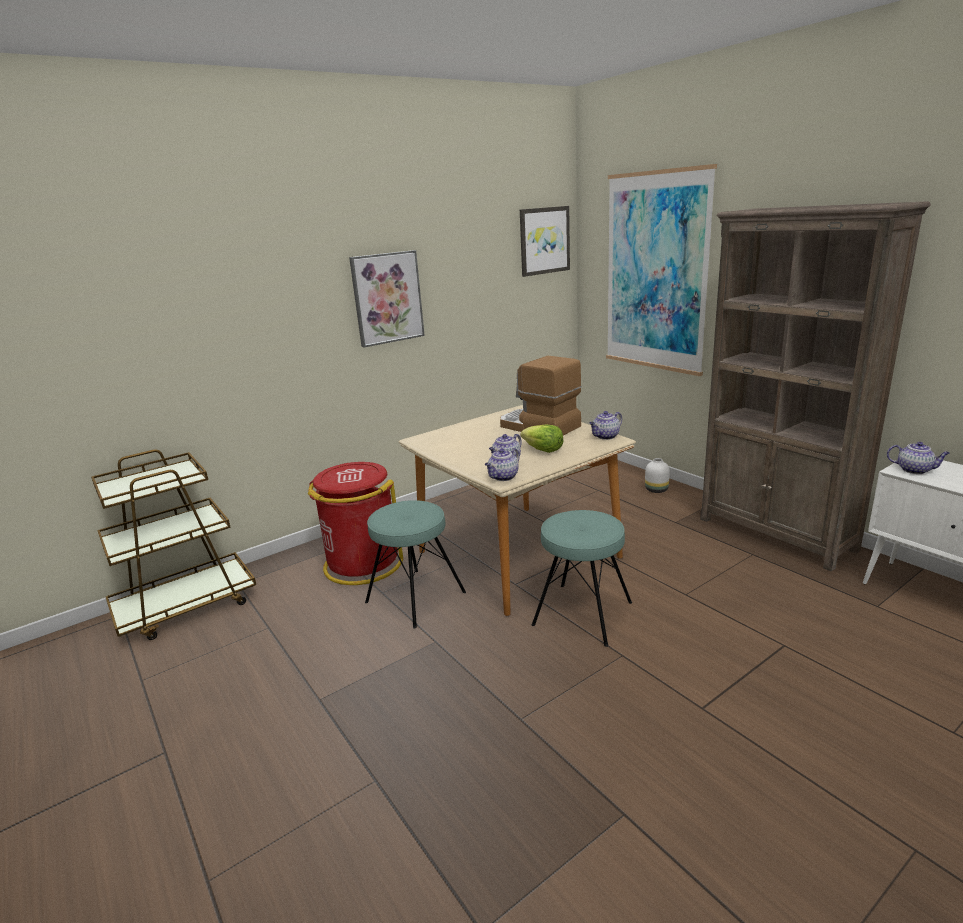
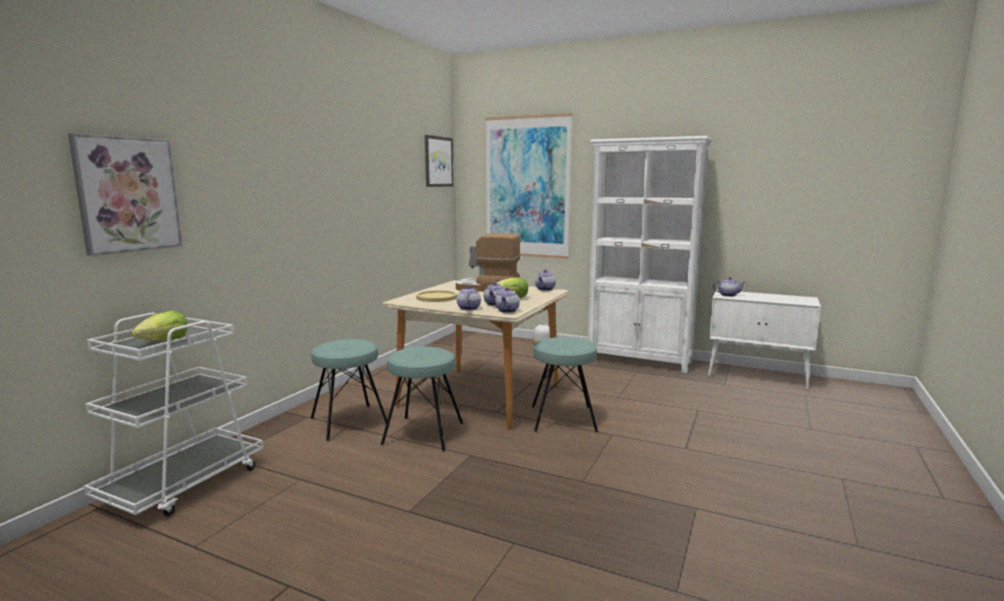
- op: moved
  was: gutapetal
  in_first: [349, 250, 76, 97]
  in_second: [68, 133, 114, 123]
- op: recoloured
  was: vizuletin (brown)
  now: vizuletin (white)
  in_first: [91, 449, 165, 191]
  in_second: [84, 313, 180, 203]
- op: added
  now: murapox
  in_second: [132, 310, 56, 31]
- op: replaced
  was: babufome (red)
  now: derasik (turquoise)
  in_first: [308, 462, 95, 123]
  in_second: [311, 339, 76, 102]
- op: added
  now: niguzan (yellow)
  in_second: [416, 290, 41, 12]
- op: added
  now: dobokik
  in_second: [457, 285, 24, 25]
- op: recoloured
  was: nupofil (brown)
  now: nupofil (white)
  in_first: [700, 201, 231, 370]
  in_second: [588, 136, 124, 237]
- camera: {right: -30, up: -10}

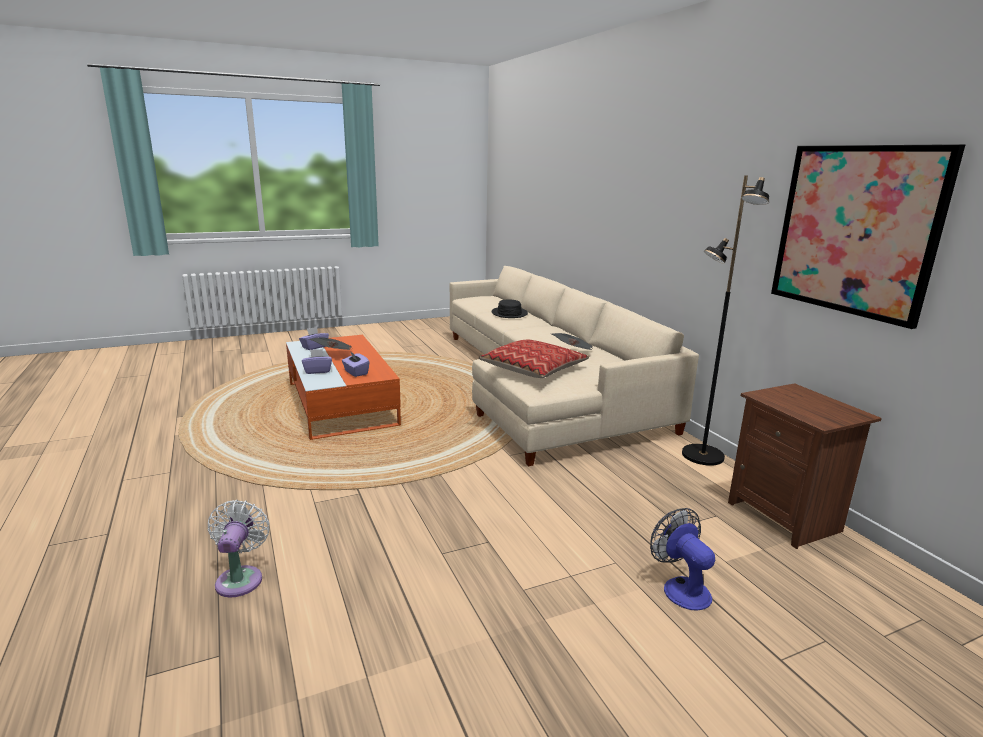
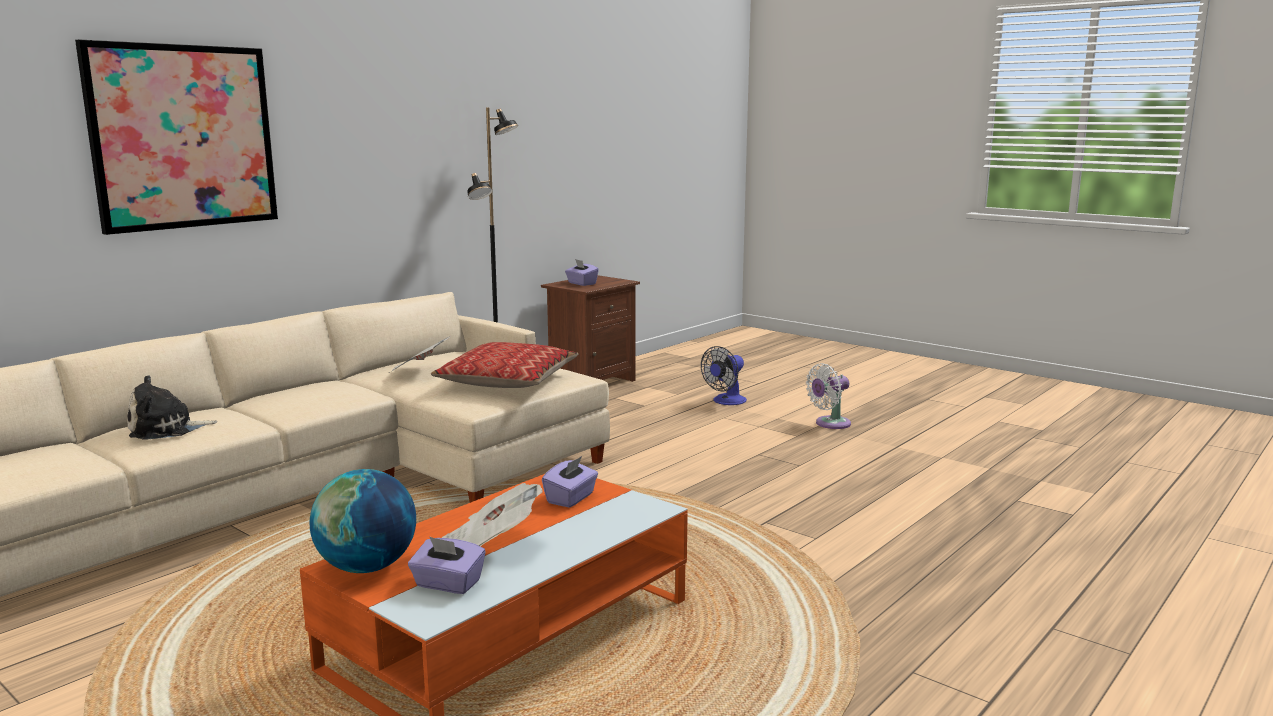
- op: moved
  was: gutapetal
  in_first: [771, 144, 194, 185]
  in_second: [75, 40, 203, 195]
- op: replaced
  was: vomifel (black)
  now: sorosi
  in_first: [492, 299, 36, 19]
  in_second: [127, 375, 90, 65]
- op: added
  now: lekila
  in_second: [310, 469, 106, 104]
- op: moved
  was: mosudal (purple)
  in_first: [302, 349, 30, 25]
  in_second: [565, 259, 34, 27]
- op: moved
  was: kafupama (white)
  in_first: [208, 500, 61, 97]
  in_second: [806, 363, 45, 66]
- camera: {right: -115, up: -5}

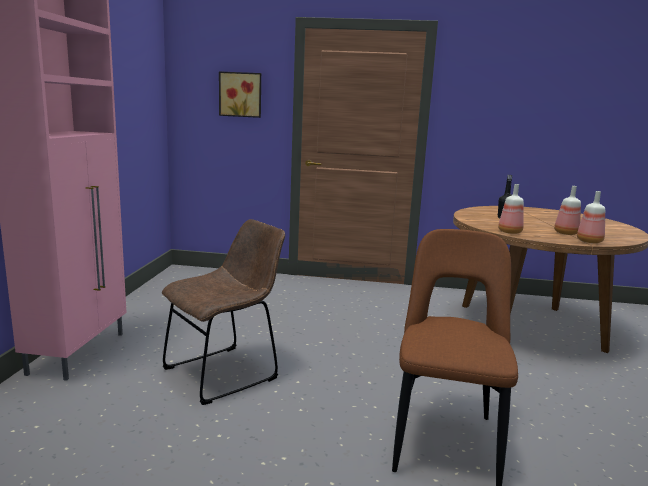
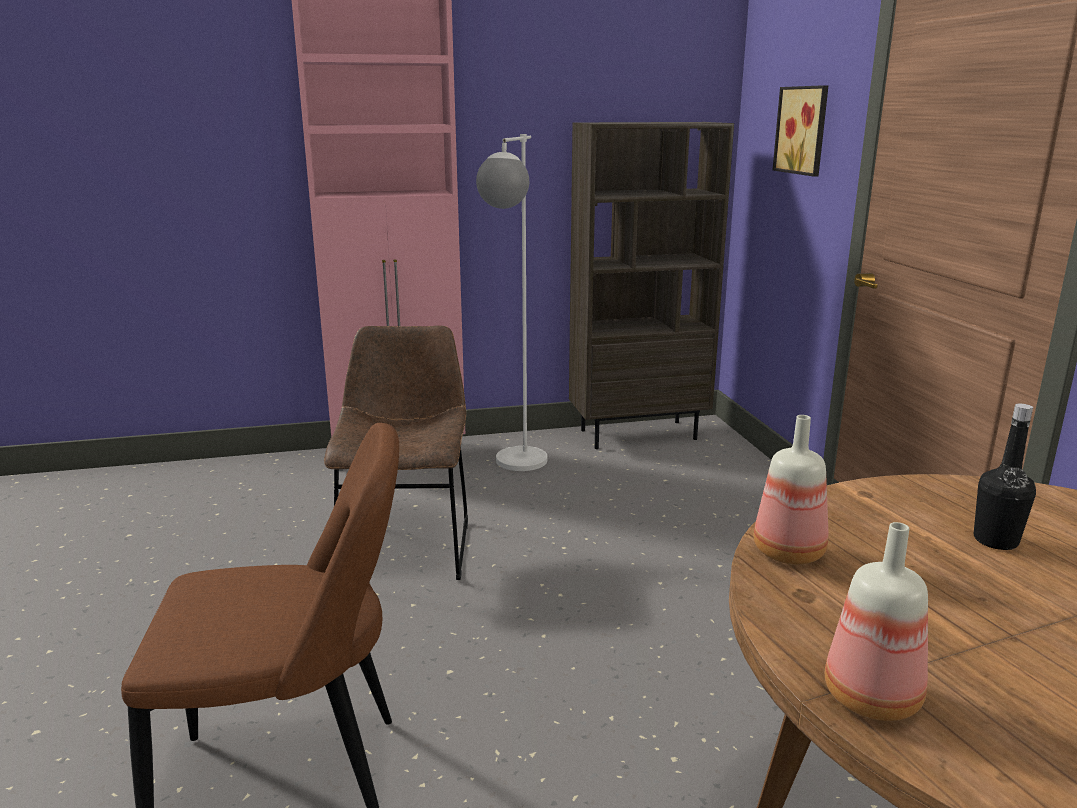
- op: turned
  was: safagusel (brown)
  in_first: [162, 219, 123, 186]
  in_second: [324, 326, 144, 254]
  clockwise: -120
- op: added
  now: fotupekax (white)
  in_second: [476, 134, 71, 337]
- op: added
  now: nupofil (brown)
  in_second: [569, 122, 165, 327]
- op: removed
  was: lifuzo
  in_first: [554, 186, 27, 49]
- camera: {right: 70, up: 5}

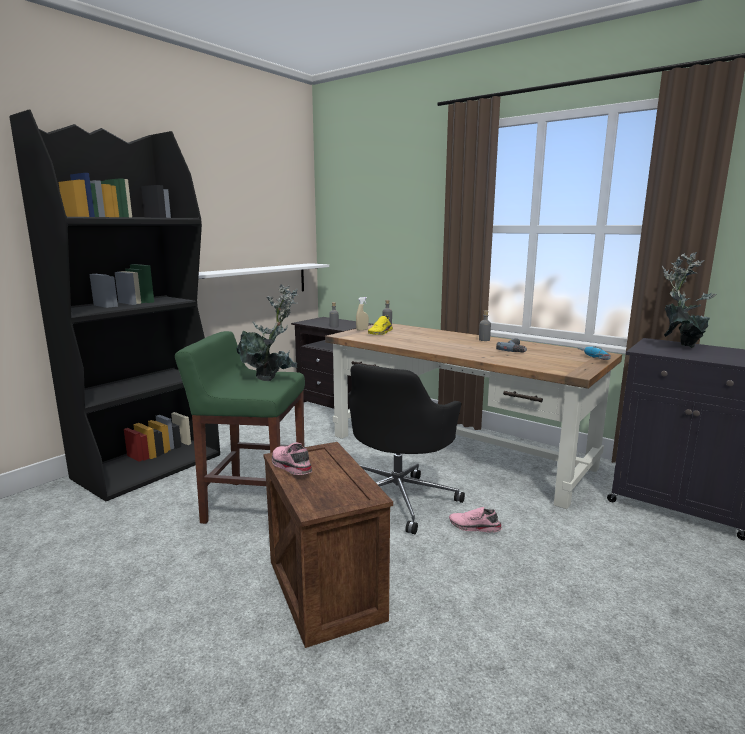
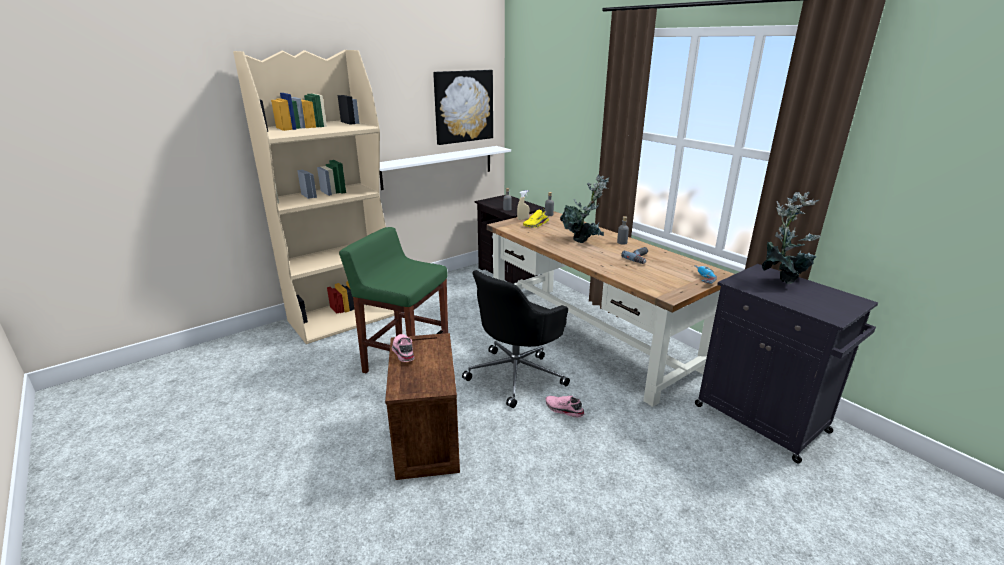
- op: recoloured
  was: nupofil (black)
  now: nupofil (beige)
  in_first: [9, 110, 211, 391]
  in_second: [233, 50, 161, 294]
- op: added
  now: gutapetal
  in_second: [433, 70, 60, 75]
- op: moved
  was: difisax
  in_first: [236, 285, 62, 96]
  in_second: [560, 175, 49, 68]
- camera: {right: 15, up: 10}

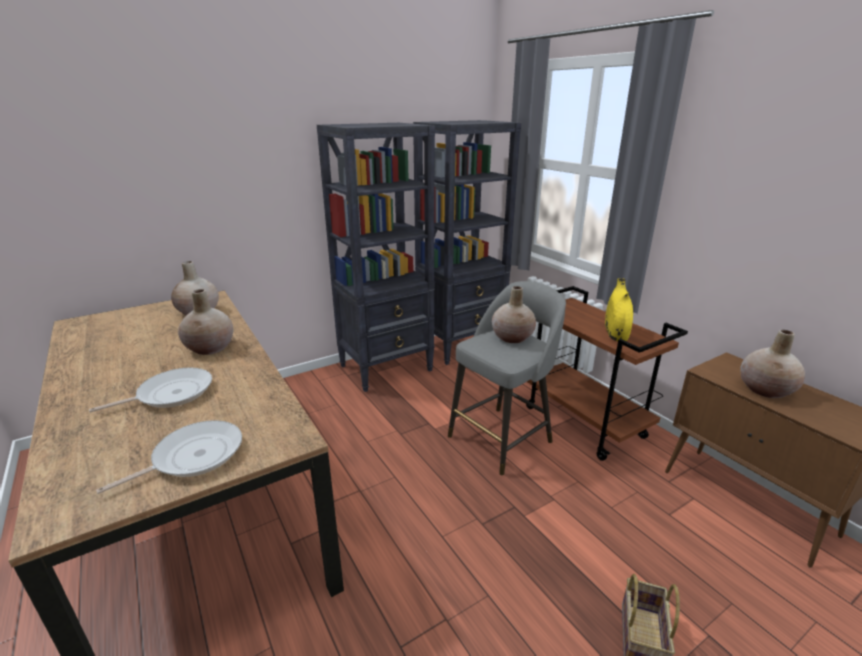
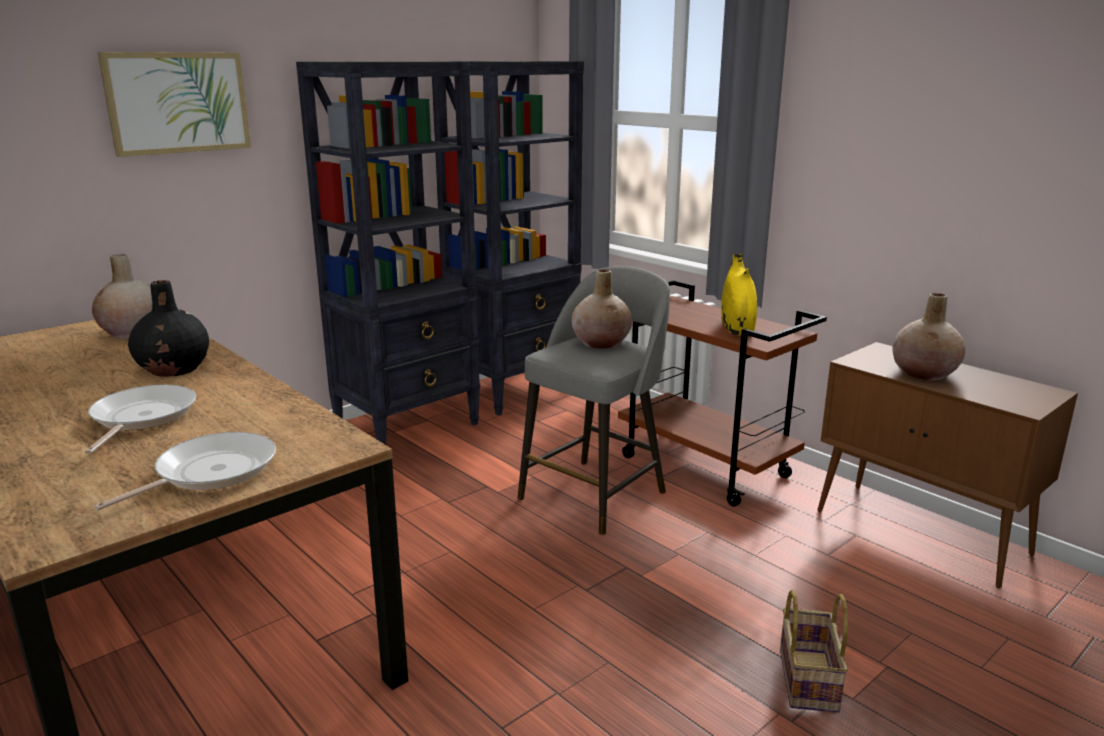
- op: turned
  was: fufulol
  in_first: [89, 368, 123, 44]
  in_second: [85, 385, 111, 69]
  clockwise: -45
- op: added
  now: gutapetal
  in_second: [97, 52, 154, 105]
- op: recoloured
  was: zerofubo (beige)
  now: zerofubo (black)
  in_first: [178, 289, 56, 66]
  in_second: [128, 280, 81, 97]
- camera: {right: -10, up: -5}

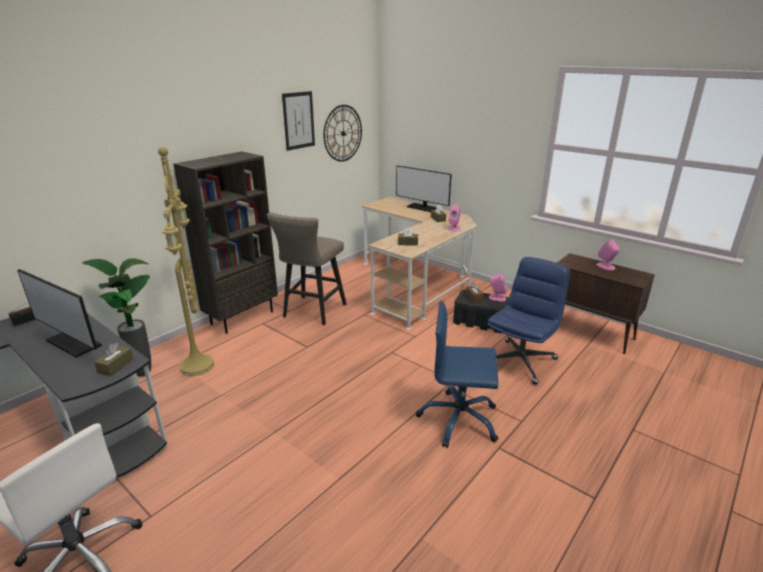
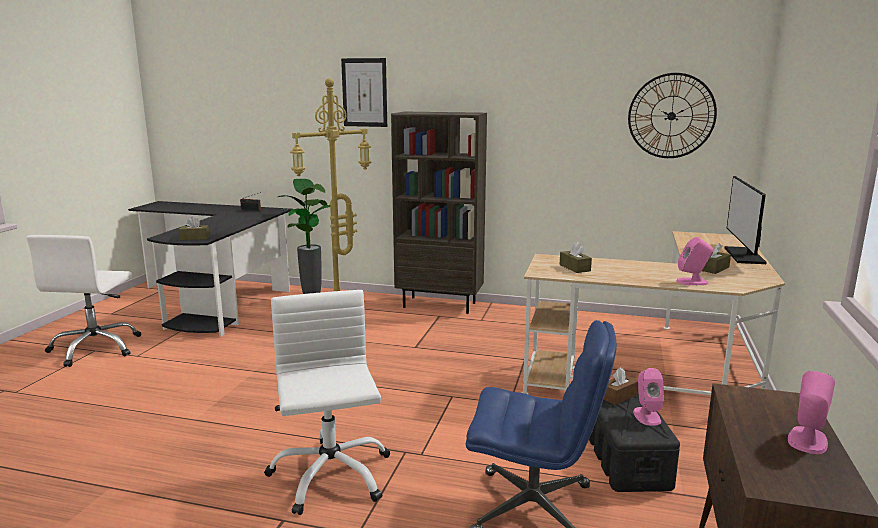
- op: recoloured
  was: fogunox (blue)
  now: fogunox (white)
  in_first: [416, 301, 83, 147]
  in_second: [264, 290, 126, 225]
- op: moved
  was: gutapetal
  in_first: [282, 91, 33, 60]
  in_second: [341, 58, 46, 69]
- op: removed
  was: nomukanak
  in_first: [17, 269, 85, 89]
- op: removed
  was: derasik (beige)
  in_first: [266, 212, 81, 113]
- camera: {right: 65, up: -10}

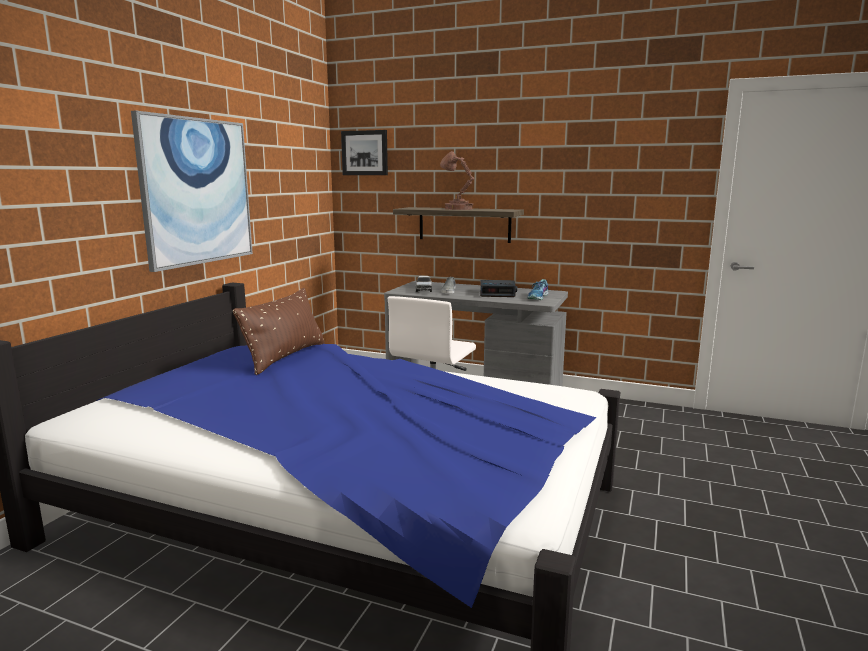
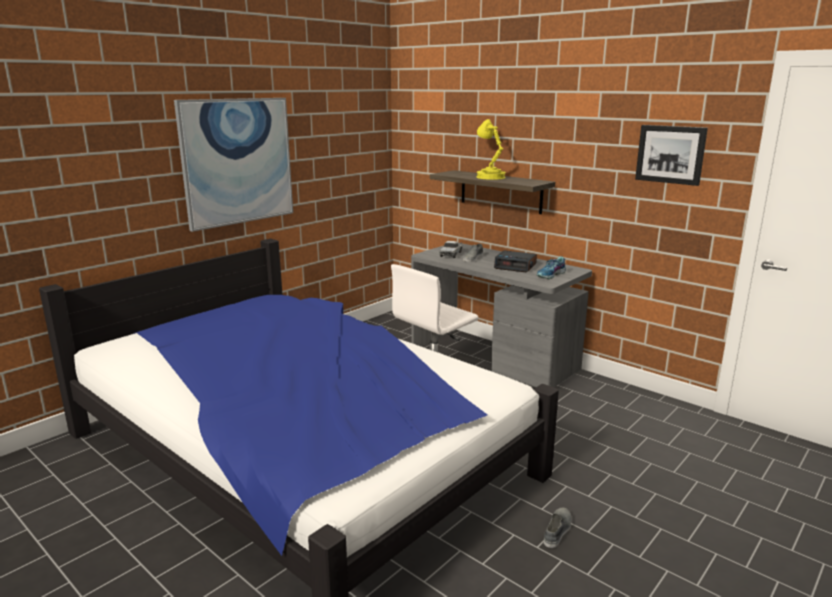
- op: recoloured
  was: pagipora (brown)
  now: pagipora (yellow)
  in_first: [440, 151, 34, 59]
  in_second: [476, 119, 30, 61]
- op: added
  now: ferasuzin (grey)
  in_second: [544, 508, 27, 40]
- op: moved
  was: gutapetal
  in_first: [341, 130, 47, 45]
  in_second: [635, 125, 73, 61]
- op: removed
  was: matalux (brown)
  in_first: [233, 288, 91, 87]
- camera: {right: 20, up: 5}

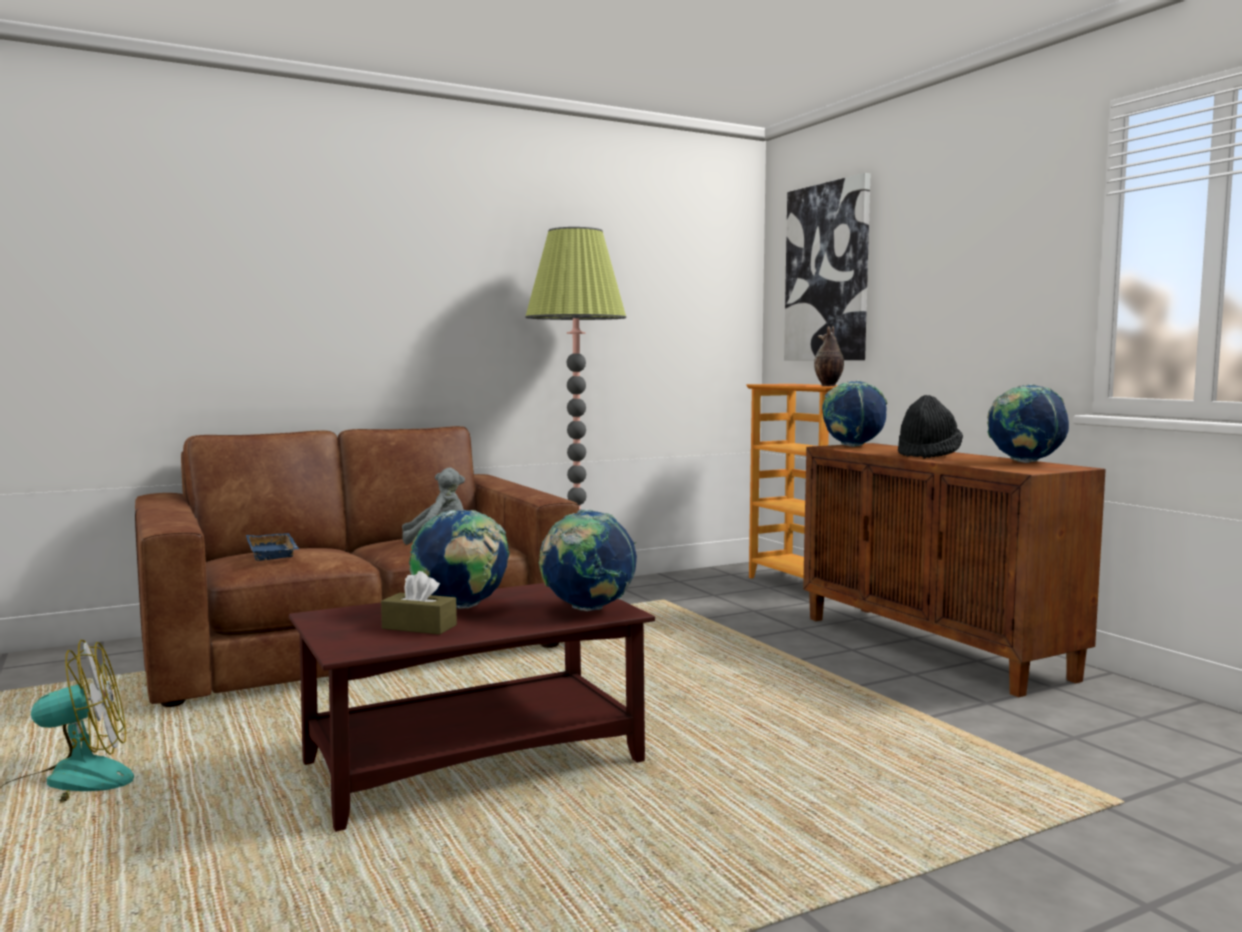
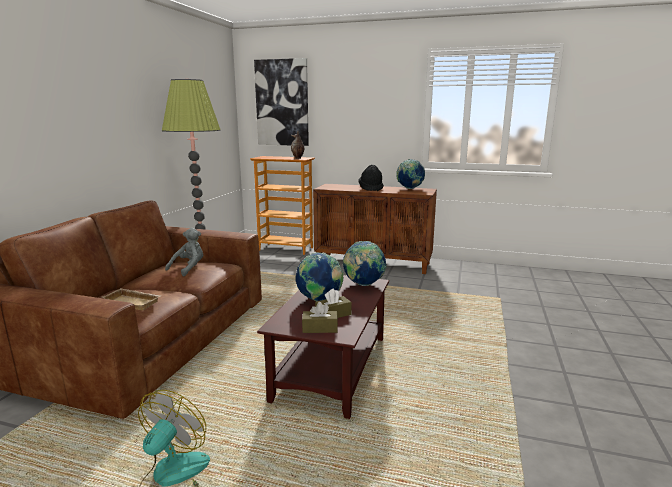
- op: recoloured
  was: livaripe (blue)
  now: livaripe (beige)
  in_first: [246, 533, 53, 28]
  in_second: [102, 288, 59, 22]
- op: added
  now: mosudal (brown)
  in_second: [302, 302, 36, 31]
- op: removed
  was: lekila
  in_first: [822, 380, 65, 67]
- camera: {right: -45, up: 10}

